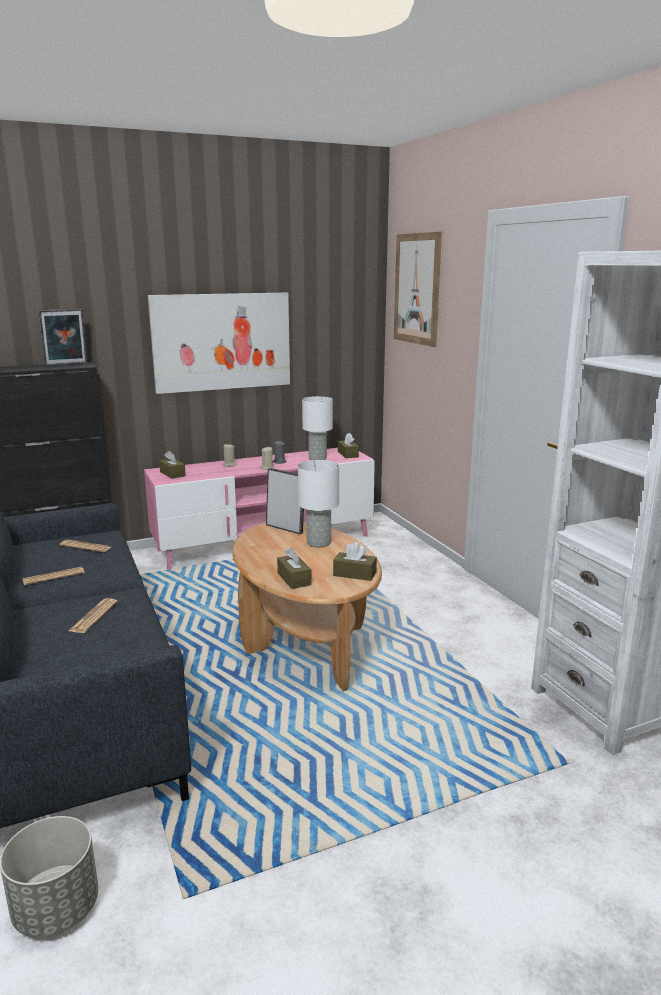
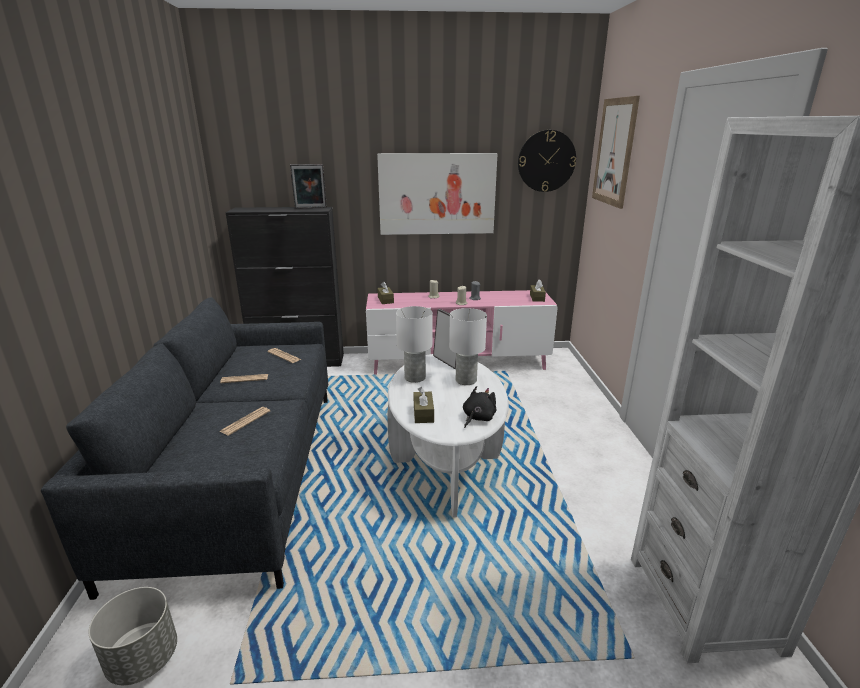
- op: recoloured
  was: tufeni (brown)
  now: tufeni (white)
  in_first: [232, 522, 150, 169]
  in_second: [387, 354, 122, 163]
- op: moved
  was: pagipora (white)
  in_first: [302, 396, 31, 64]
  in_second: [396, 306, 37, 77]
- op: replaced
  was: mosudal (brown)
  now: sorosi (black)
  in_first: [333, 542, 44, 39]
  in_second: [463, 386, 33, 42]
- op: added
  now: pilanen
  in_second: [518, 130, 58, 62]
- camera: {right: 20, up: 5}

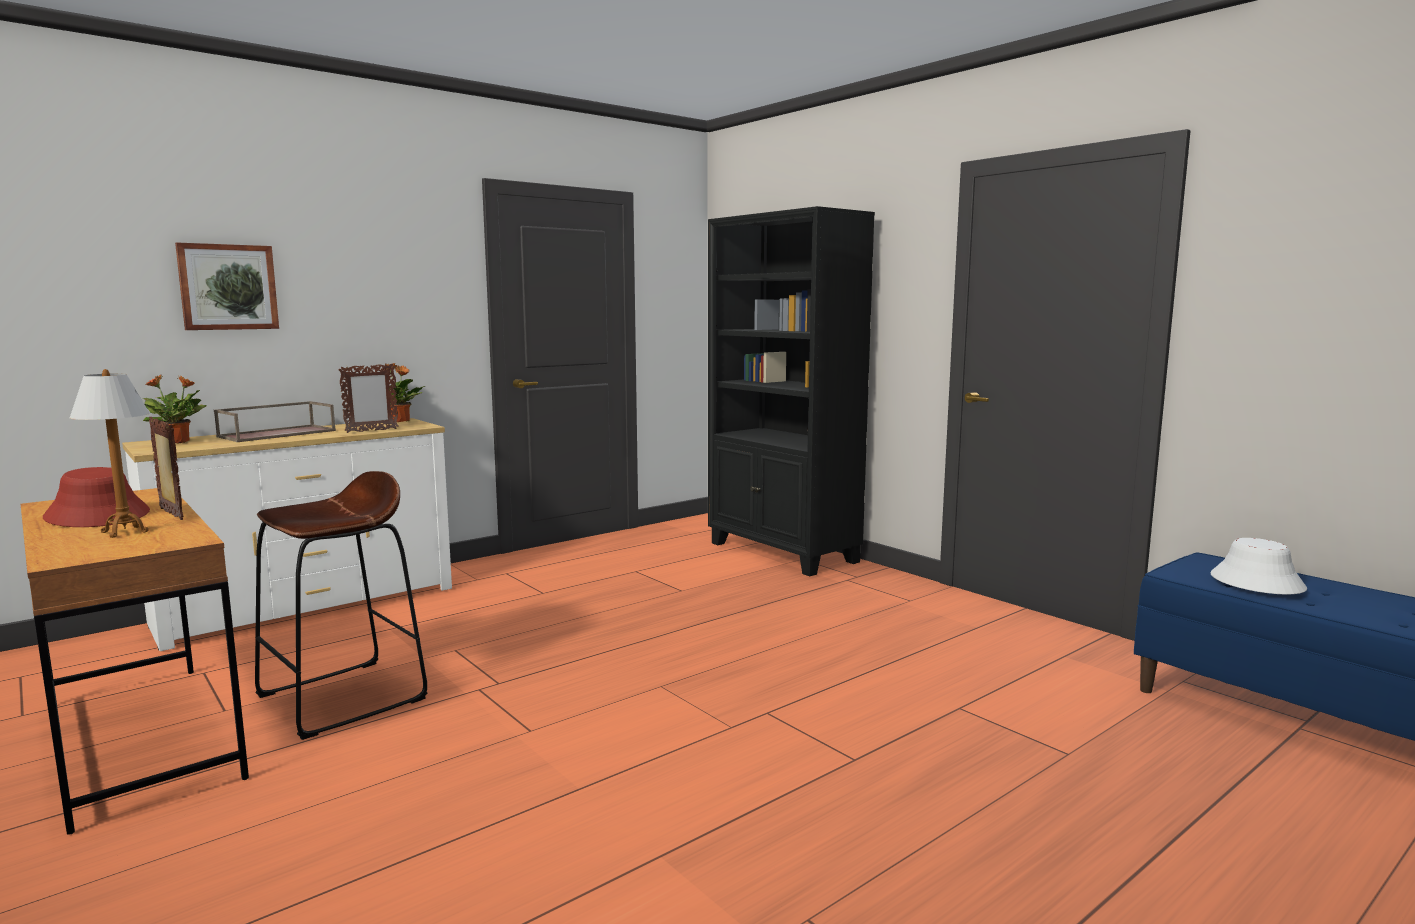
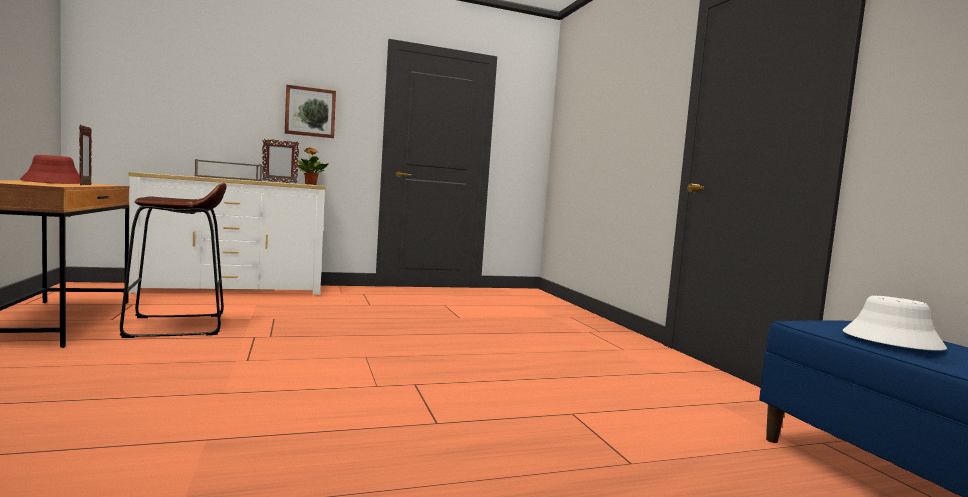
- op: moved
  was: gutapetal
  in_first: [175, 242, 104, 88]
  in_second: [285, 84, 51, 54]
- op: removed
  was: pagipora
  in_first: [70, 369, 79, 169]
- op: removed
  was: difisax
  in_first: [143, 375, 64, 68]
- op: removed
  was: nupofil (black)
  in_first: [708, 206, 167, 370]
- camera: {right: 20, up: -5}

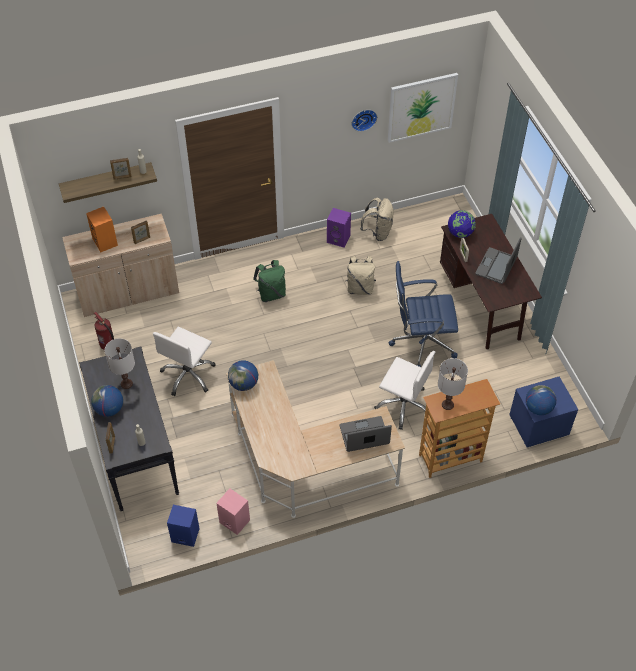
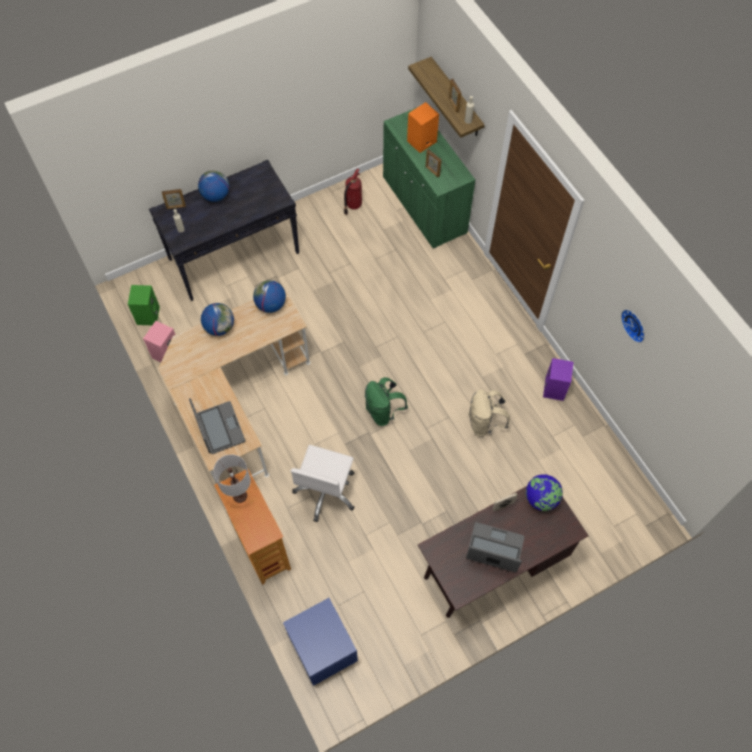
- op: recoloured
  was: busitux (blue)
  now: busitux (green)
  in_first: [167, 505, 33, 42]
  in_second: [128, 285, 32, 40]
- op: moved
  was: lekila
  in_first: [526, 385, 30, 30]
  in_second: [201, 303, 33, 33]
- op: moved
  was: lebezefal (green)
  in_first: [254, 260, 32, 42]
  in_second: [365, 377, 43, 49]
- op: recoloured
  was: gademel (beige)
  now: gademel (green)
  in_first: [62, 214, 117, 103]
  in_second: [383, 108, 93, 140]
- op: removed
  was: pagipora (white)
  in_first: [105, 338, 30, 51]
- op: removed
  was: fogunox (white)
  in_first: [153, 326, 63, 70]
- op: removed
  was: lebezefal (beige)
  in_first: [360, 198, 34, 43]
- op: removed
  was: gutapetal
  in_first: [388, 73, 70, 70]
- op: removed
  was: fogunox (blue)
  in_first: [388, 261, 70, 106]
- camera: {right: 80, up: 10}

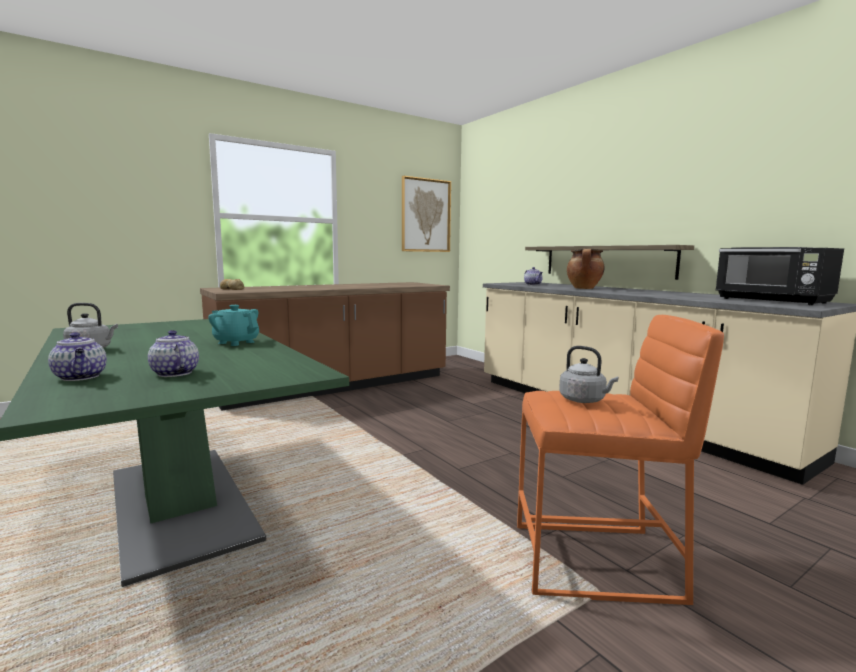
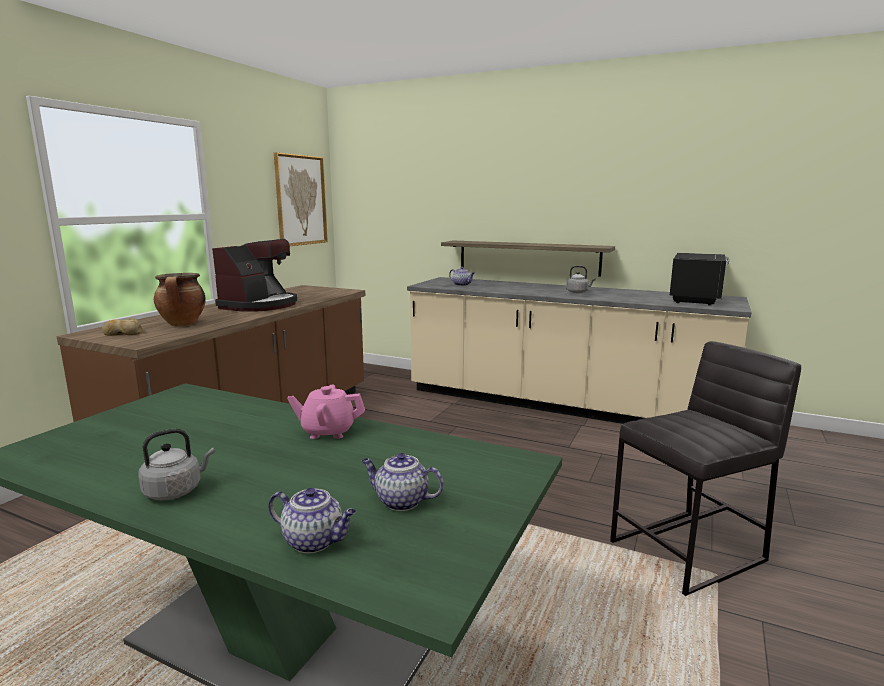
- op: moved
  was: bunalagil
  in_first: [567, 248, 38, 41]
  in_second: [154, 273, 52, 53]
- op: added
  now: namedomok
  in_second: [212, 239, 85, 73]
- op: recoloured
  was: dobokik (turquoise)
  now: dobokik (pink)
  in_first: [208, 305, 51, 41]
  in_second: [287, 385, 78, 54]
- op: moved
  was: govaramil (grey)
  in_first: [559, 346, 60, 57]
  in_second: [566, 266, 30, 27]
- op: recoloured
  was: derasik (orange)
  now: derasik (grey)
  in_first: [517, 315, 207, 290]
  in_second: [610, 341, 191, 255]
- op: turned
  was: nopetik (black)
  in_first: [716, 247, 128, 58]
  in_second: [670, 253, 59, 53]
  clockwise: -90
- camera: {right: -30, up: 5}

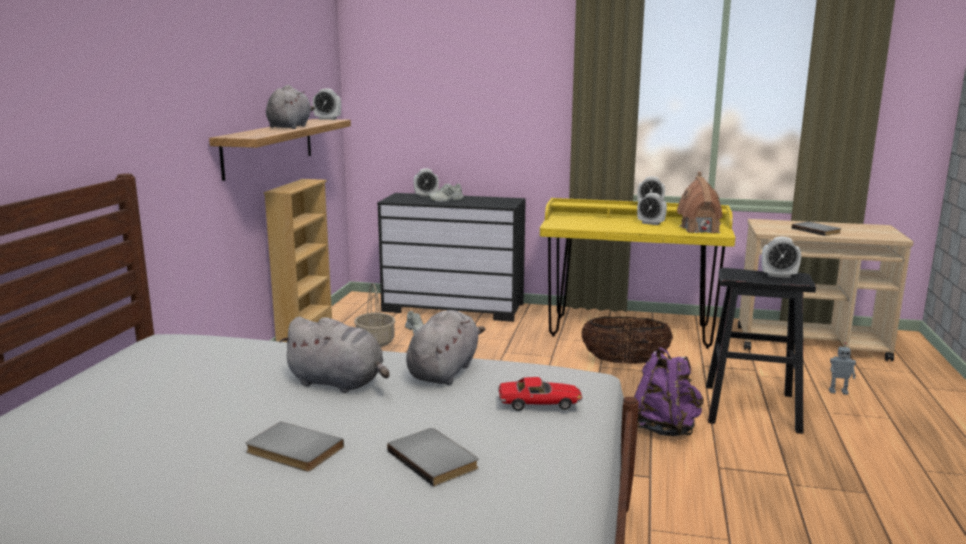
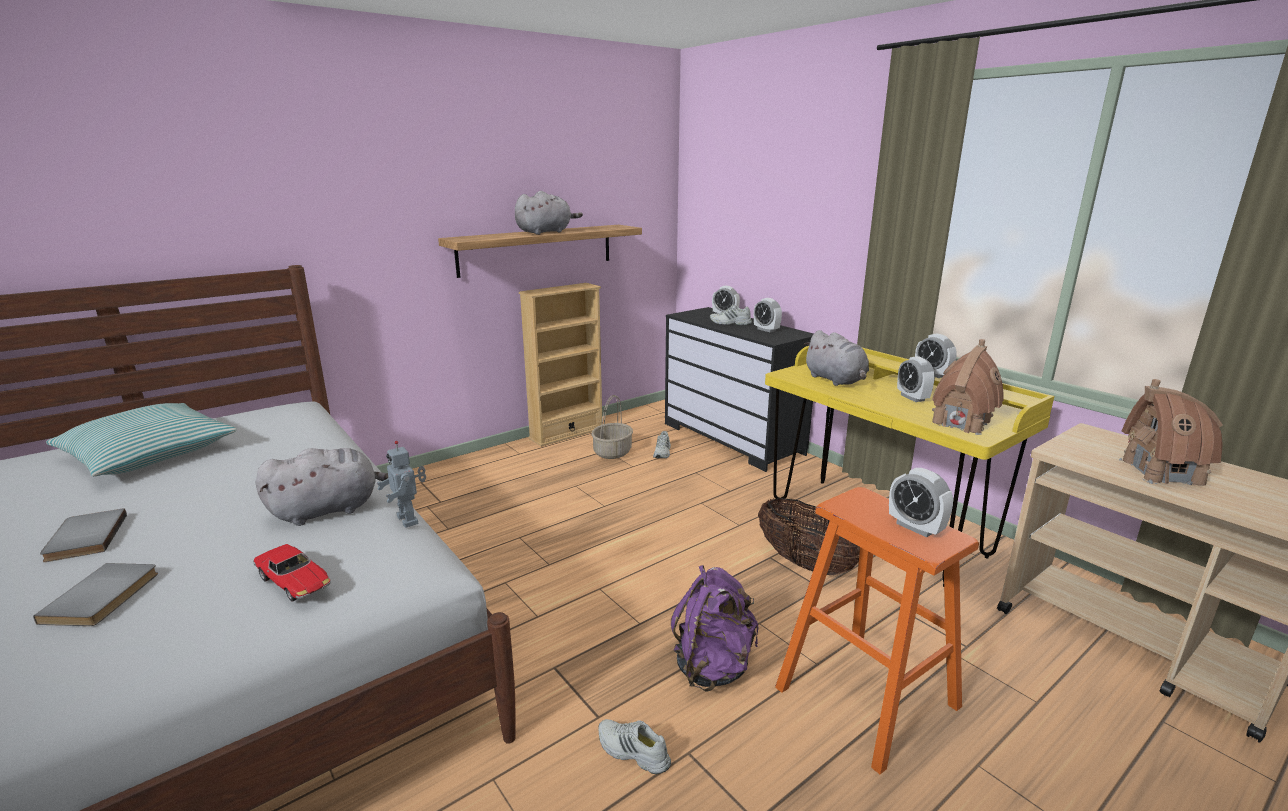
- op: added
  now: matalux
  in_second: [46, 403, 191, 73]
- op: moved
  was: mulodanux
  in_first: [829, 342, 27, 53]
  in_second: [377, 441, 49, 87]
- op: added
  now: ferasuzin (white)
  in_second: [598, 719, 73, 55]
- op: moved
  was: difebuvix
  in_first: [313, 89, 28, 31]
  in_second: [754, 298, 28, 34]
- op: recoloured
  was: derasik (black)
  now: derasik (orange)
  in_first: [706, 268, 110, 166]
  in_second: [775, 487, 204, 287]
- op: moved
  was: sorosi (grey)
  in_first: [279, 317, 111, 76]
  in_second: [803, 330, 66, 56]
- op: replaced
  was: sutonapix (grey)
  now: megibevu
  in_first: [792, 222, 49, 14]
  in_second: [1119, 379, 104, 107]
- camera: {right: 40, up: 5}

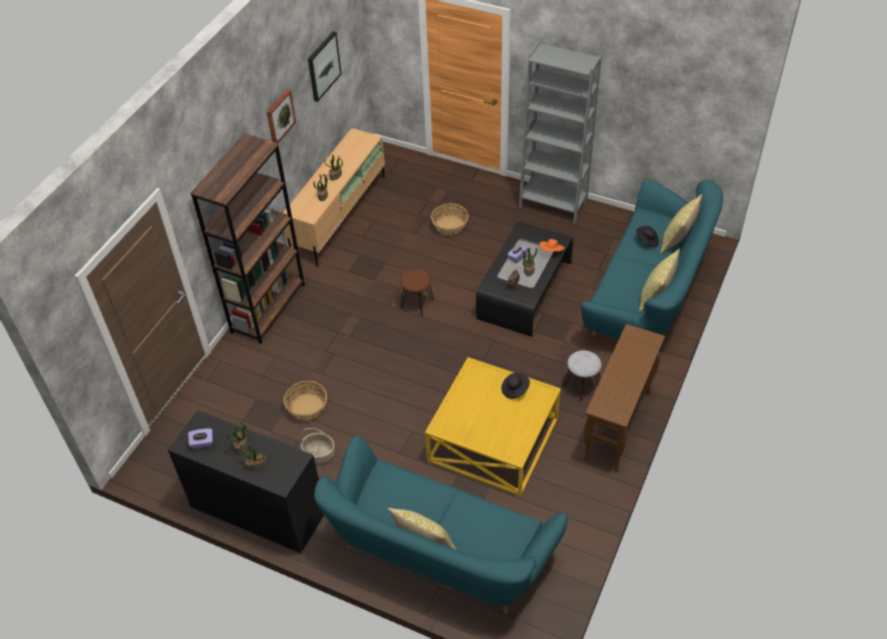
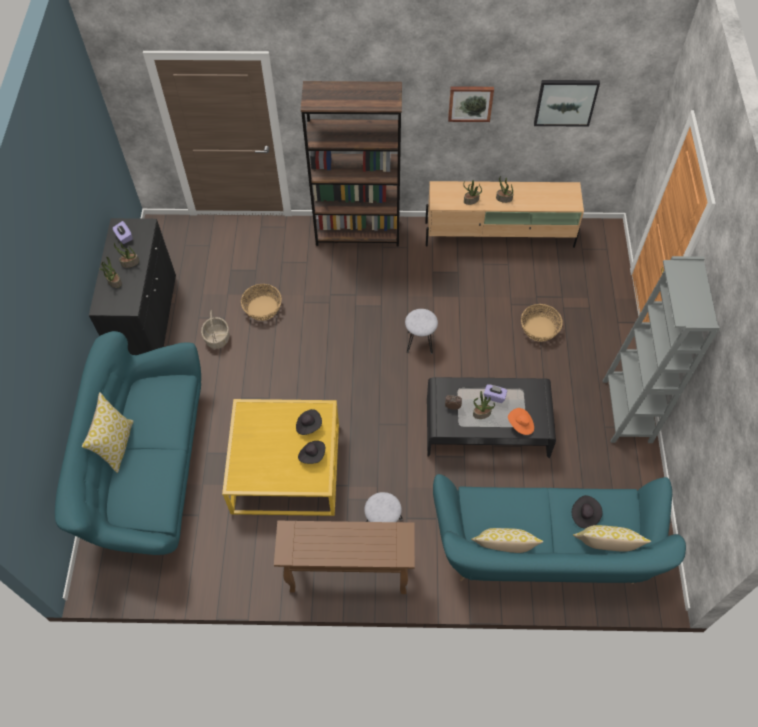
- op: added
  now: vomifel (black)
  in_second: [296, 409, 26, 26]
- op: recoloured
  was: derasik (brown)
  now: derasik (grey)
  in_first: [400, 269, 34, 48]
  in_second: [405, 309, 33, 45]
- camera: {right: 65, up: 10}

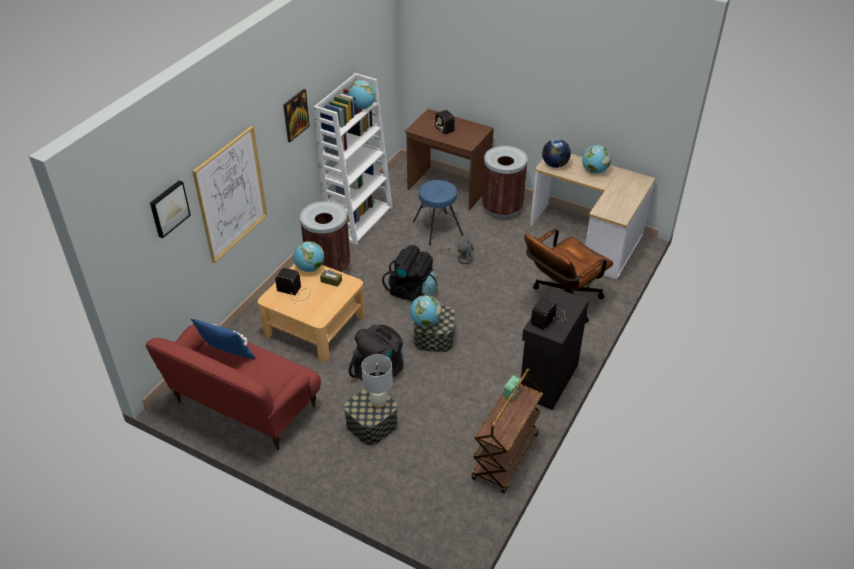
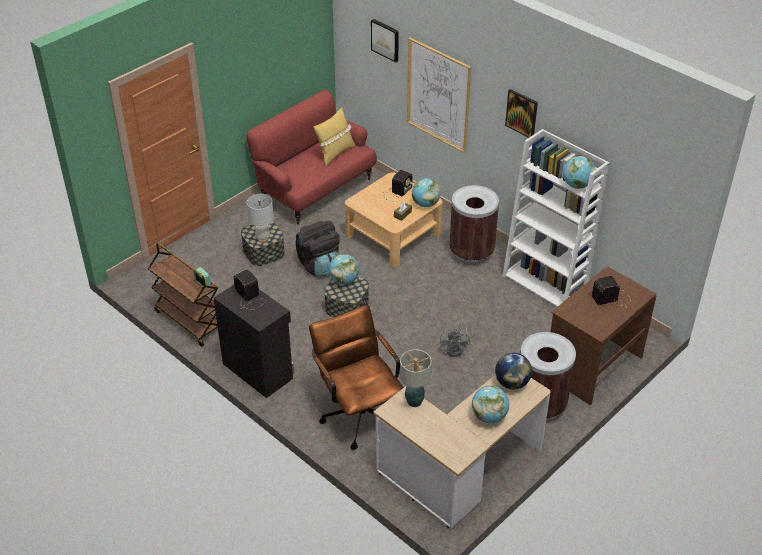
- op: recoloured
  was: matalux (blue)
  now: matalux (yellow)
  in_first: [191, 319, 64, 40]
  in_second: [314, 107, 41, 60]
- op: added
  now: pagipora
  in_second: [400, 349, 32, 58]
- op: removed
  was: lebezefal (black)
  in_first: [382, 245, 55, 56]
- op: removed
  was: derasik (blue)
  in_first: [413, 180, 51, 66]
- camera: {right: 105, up: 0}

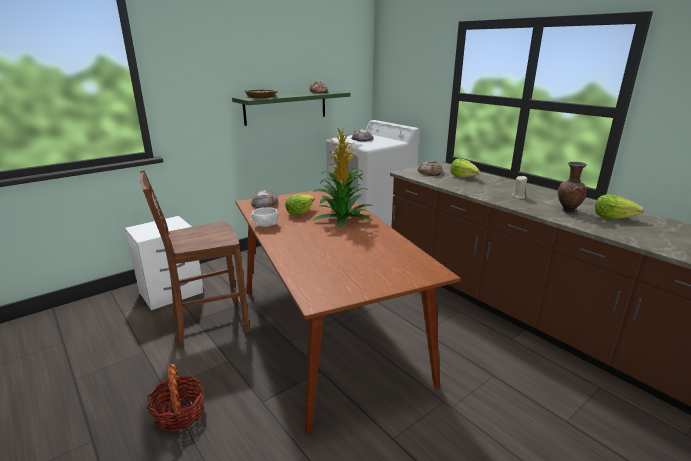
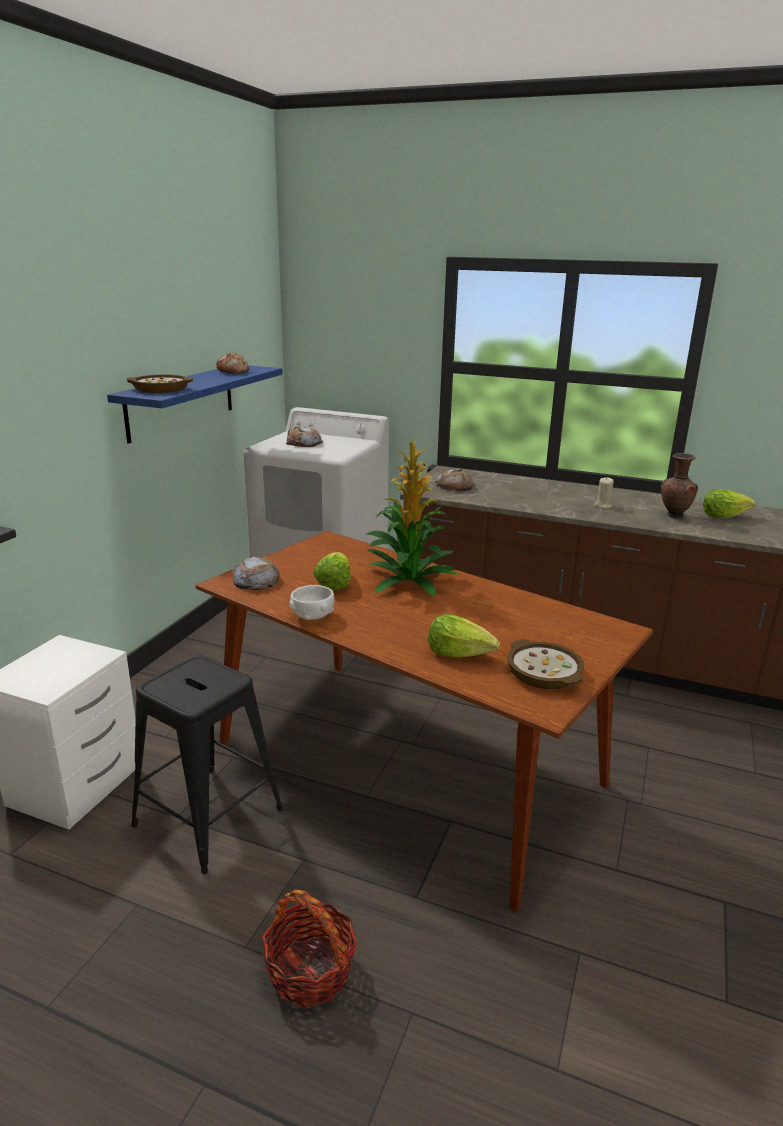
- op: recoloured
  was: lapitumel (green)
  now: lapitumel (blue)
  in_first: [232, 90, 119, 36]
  in_second: [107, 365, 176, 79]
- op: replaced
  was: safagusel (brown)
  now: derasik (black)
  in_first: [140, 170, 110, 178]
  in_second: [131, 655, 152, 219]
- op: moved
  was: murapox
  in_first: [450, 159, 30, 18]
  in_second: [428, 614, 72, 43]
- op: added
  now: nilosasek
  in_second: [507, 639, 77, 50]
- camera: {right: -30, up: 0}

